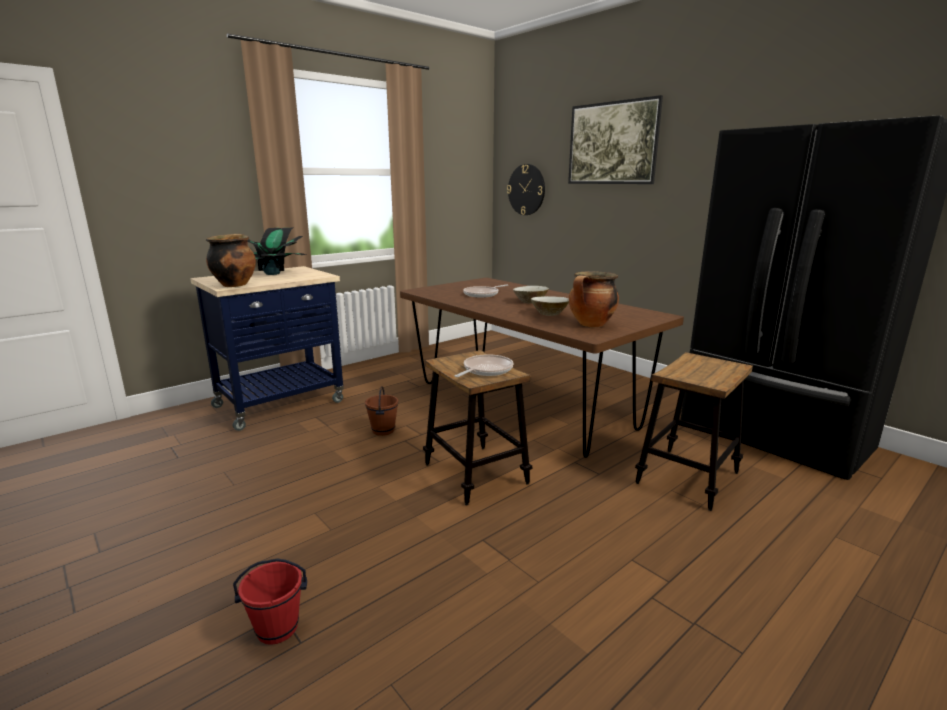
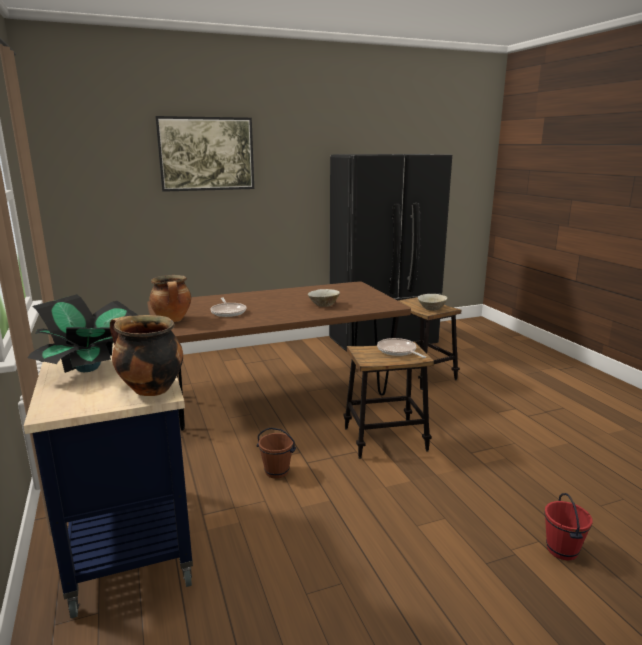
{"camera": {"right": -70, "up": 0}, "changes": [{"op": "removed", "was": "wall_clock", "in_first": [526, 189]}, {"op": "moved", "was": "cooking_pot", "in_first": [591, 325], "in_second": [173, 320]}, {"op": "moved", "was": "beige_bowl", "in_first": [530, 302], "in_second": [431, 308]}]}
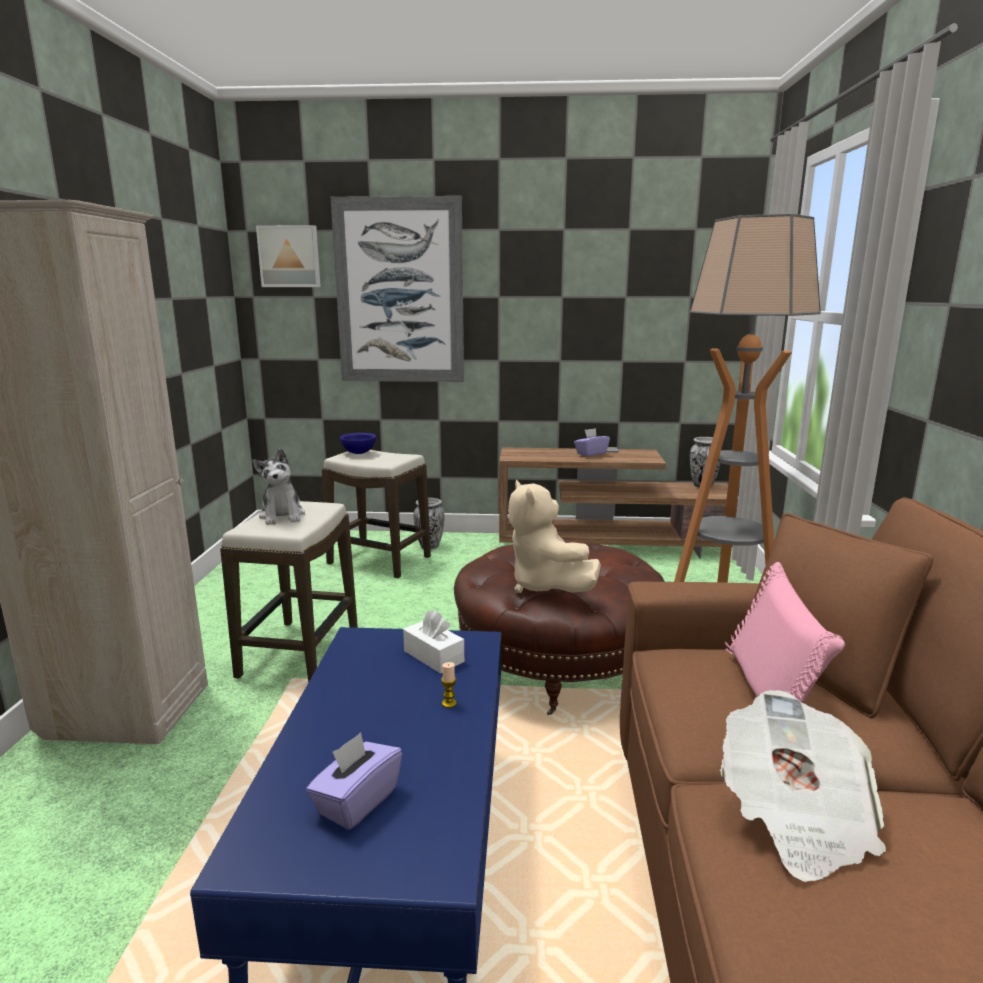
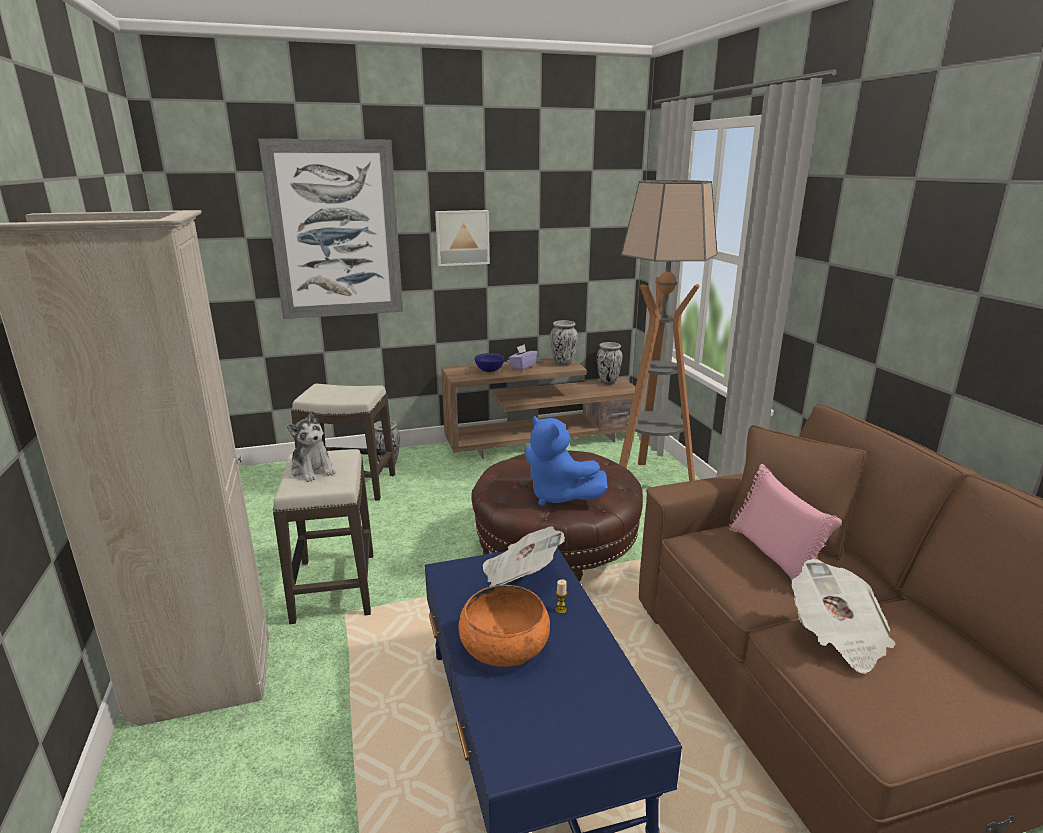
{"camera": {"right": -20, "up": 5}, "changes": [{"op": "moved", "was": "picture", "in_first": [289, 256], "in_second": [462, 237]}, {"op": "moved", "was": "blue_bowl", "in_first": [358, 453], "in_second": [489, 371]}, {"op": "recoloured", "was": "beige_plush_toy", "now": "blue_plush_toy", "in_first": [546, 586], "in_second": [558, 496]}, {"op": "replaced", "was": "white_tissue_box", "now": "newspaper", "in_first": [433, 656], "in_second": [520, 574]}, {"op": "removed", "was": "purple_tissue_box", "in_first": [357, 801]}, {"op": "added", "now": "vase", "in_second": [563, 363]}, {"op": "added", "now": "orange_bowl", "in_second": [504, 644]}]}
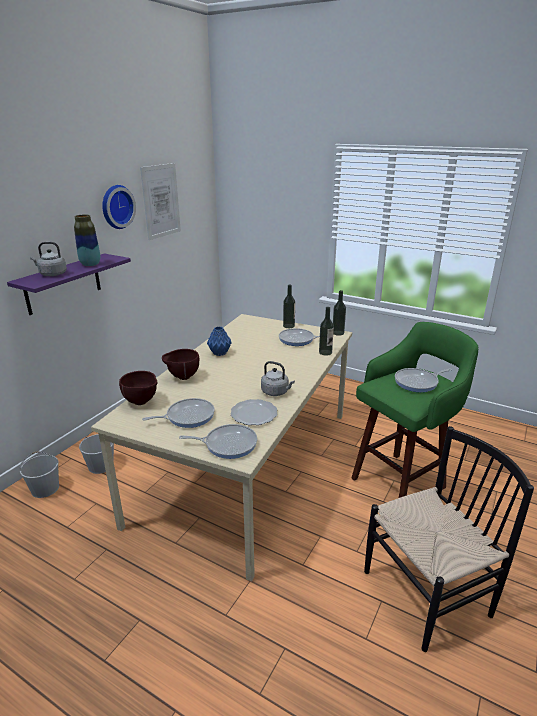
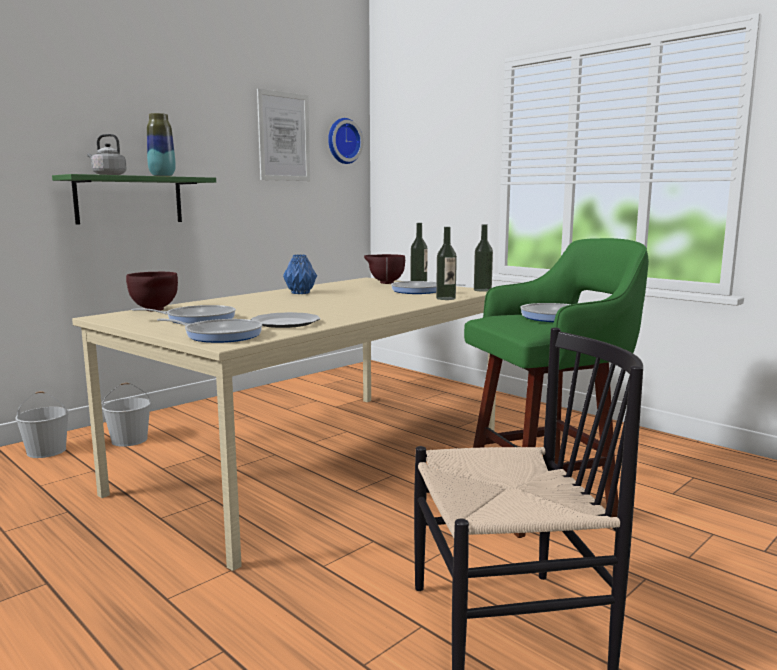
{"camera": {"right": 15, "up": -15}, "changes": [{"op": "moved", "was": "wall_clock", "in_first": [116, 206], "in_second": [343, 141]}, {"op": "recoloured", "was": "purple_shelf", "now": "green_shelf", "in_first": [63, 284], "in_second": [129, 200]}, {"op": "moved", "was": "brown_bowl", "in_first": [182, 377], "in_second": [384, 283]}, {"op": "removed", "was": "grey_kettle", "in_first": [276, 392]}]}
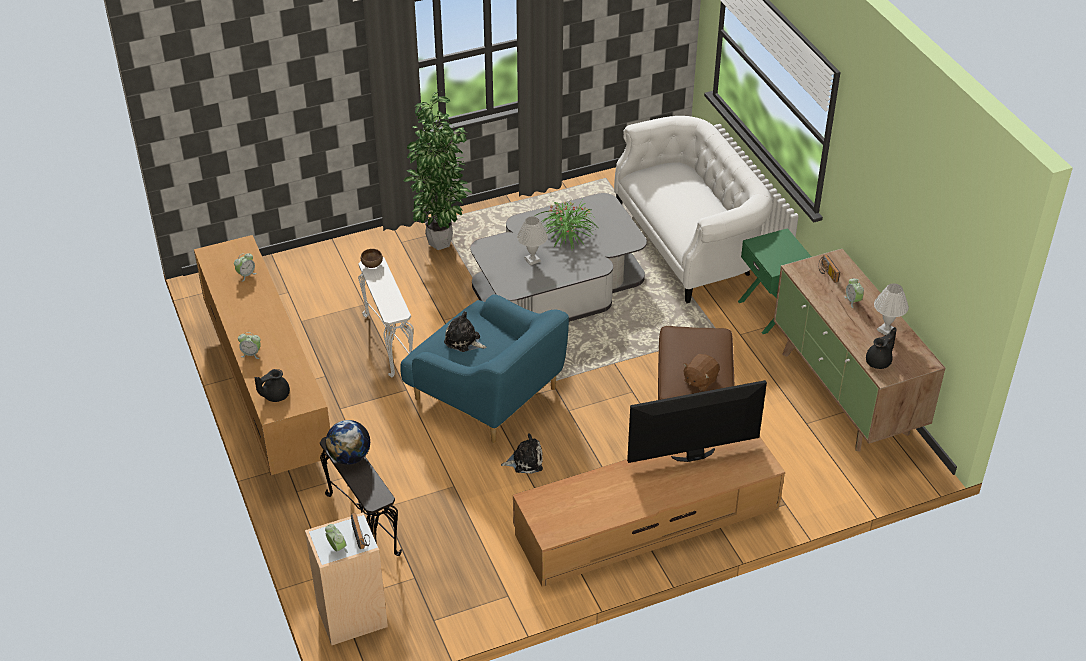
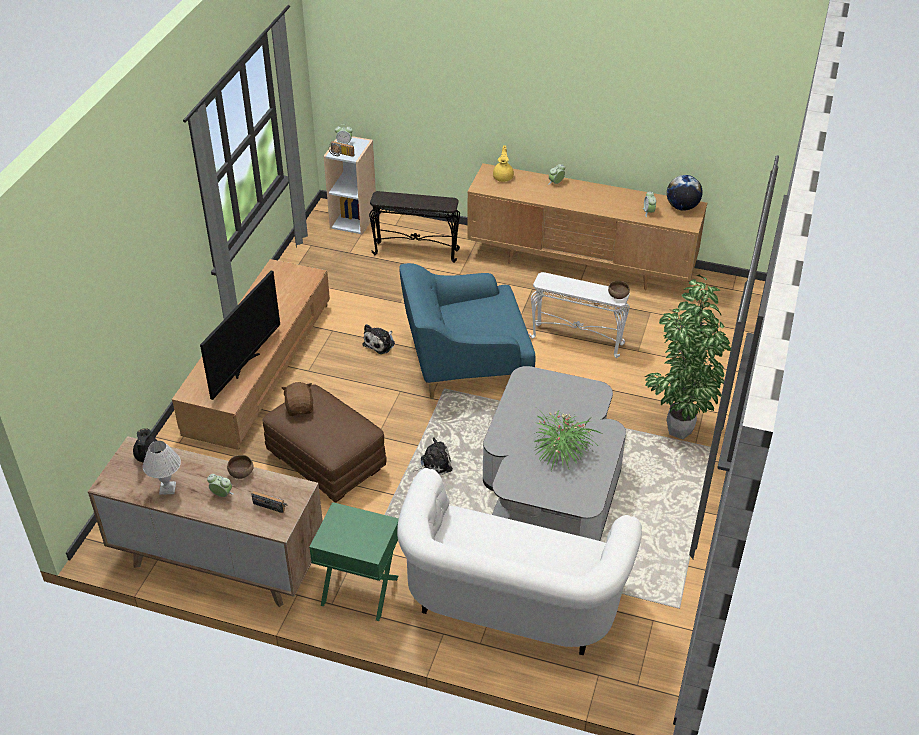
{"camera": {"right": 130, "up": 0}, "changes": [{"op": "removed", "was": "white_table_lamp", "in_first": [532, 259]}, {"op": "moved", "was": "plush_toy", "in_first": [464, 341], "in_second": [434, 464]}, {"op": "recoloured", "was": "black_teapot", "now": "yellow_teapot", "in_first": [275, 395], "in_second": [503, 177]}, {"op": "moved", "was": "globe", "in_first": [350, 457], "in_second": [682, 207]}, {"op": "added", "now": "brown_bowl", "in_second": [242, 473]}]}
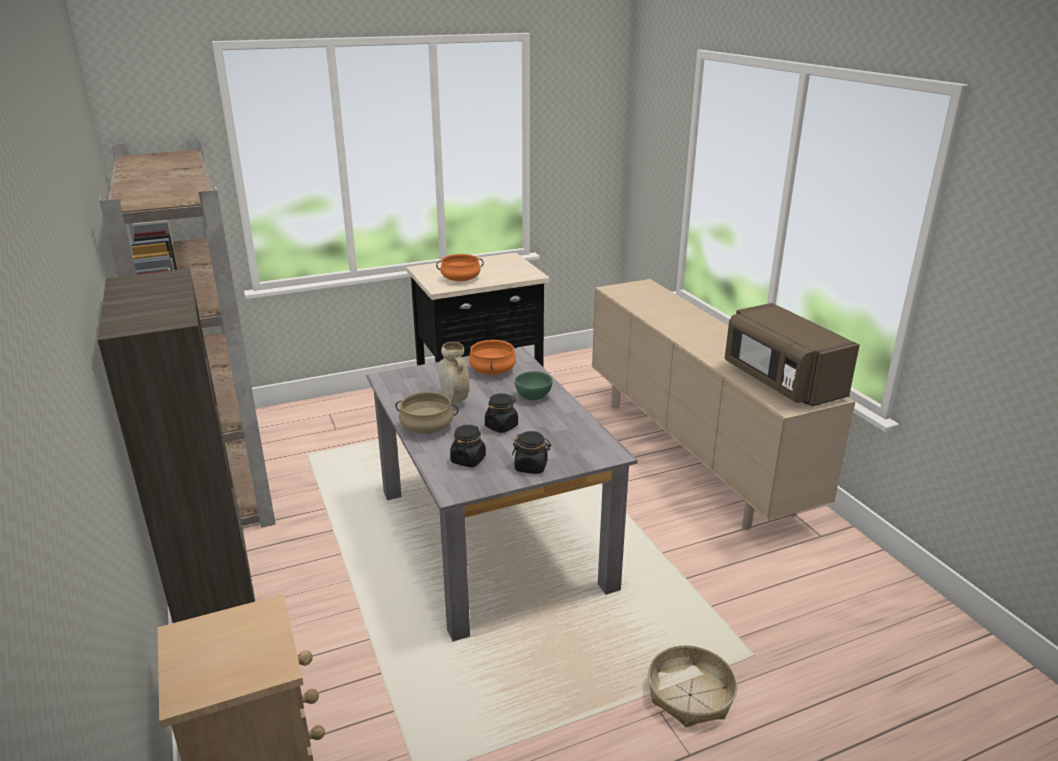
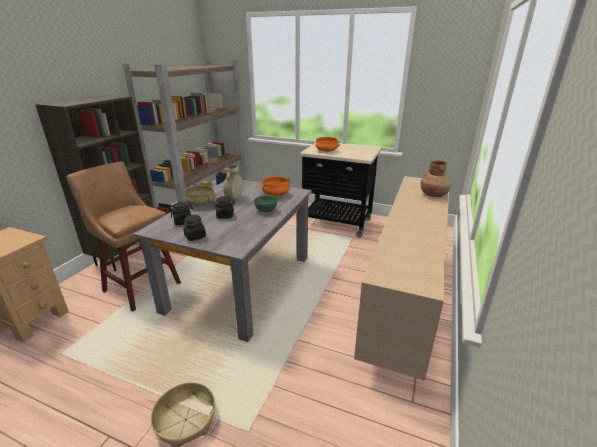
{"camera": {"right": 45, "up": 0}, "changes": [{"op": "removed", "was": "brown_microwave", "in_first": [781, 381]}, {"op": "added", "now": "brown_vase", "in_second": [433, 195]}, {"op": "added", "now": "brown_stool", "in_second": [140, 286]}]}
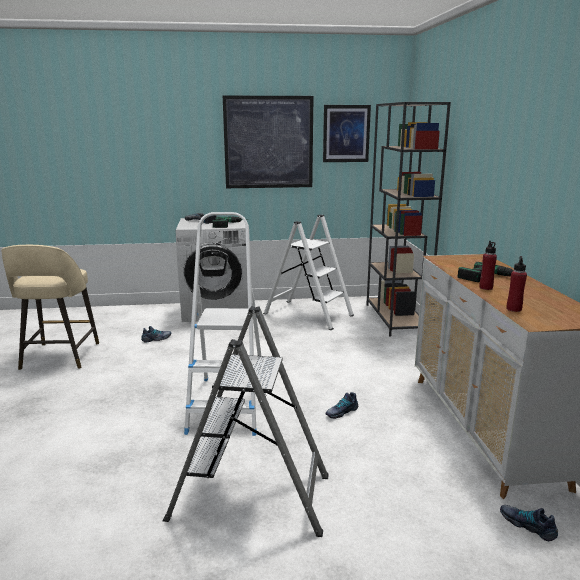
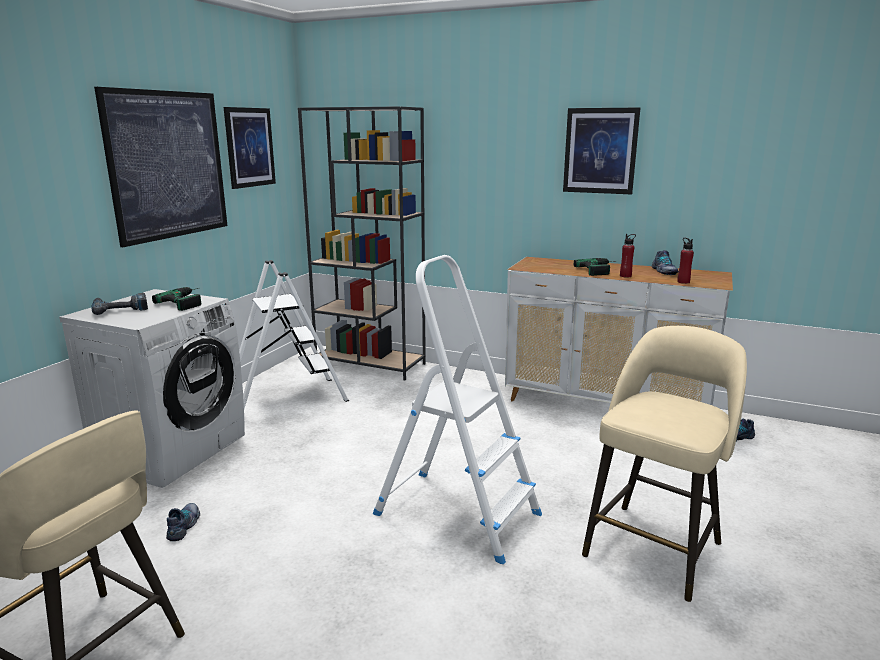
{"camera": {"right": -60, "up": 0}, "changes": [{"op": "replaced", "was": "grey_step_ladder", "now": "beige_stool", "in_first": [252, 496], "in_second": [654, 547]}, {"op": "moved", "was": "shoe", "in_first": [341, 412], "in_second": [664, 271]}, {"op": "added", "now": "picture", "in_second": [600, 151]}]}
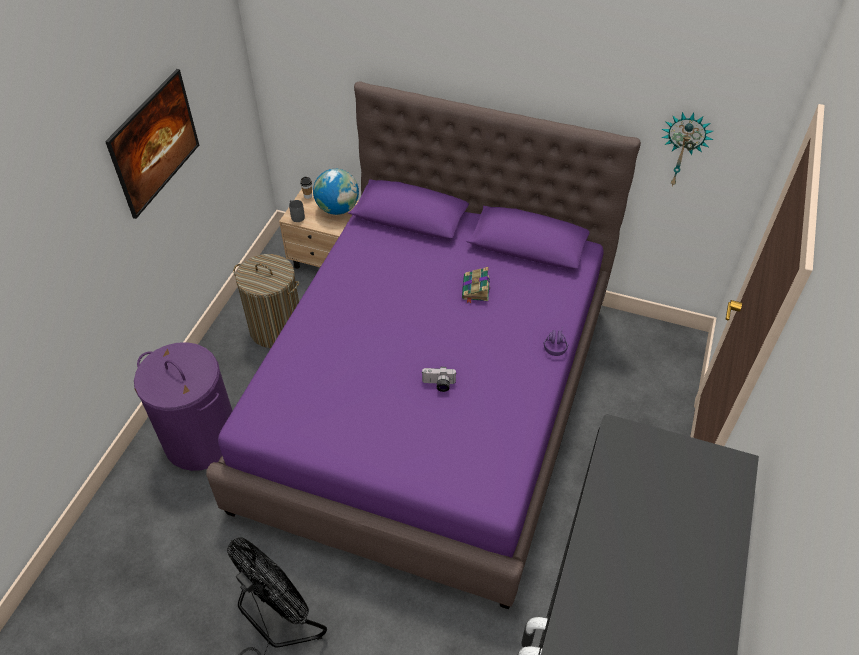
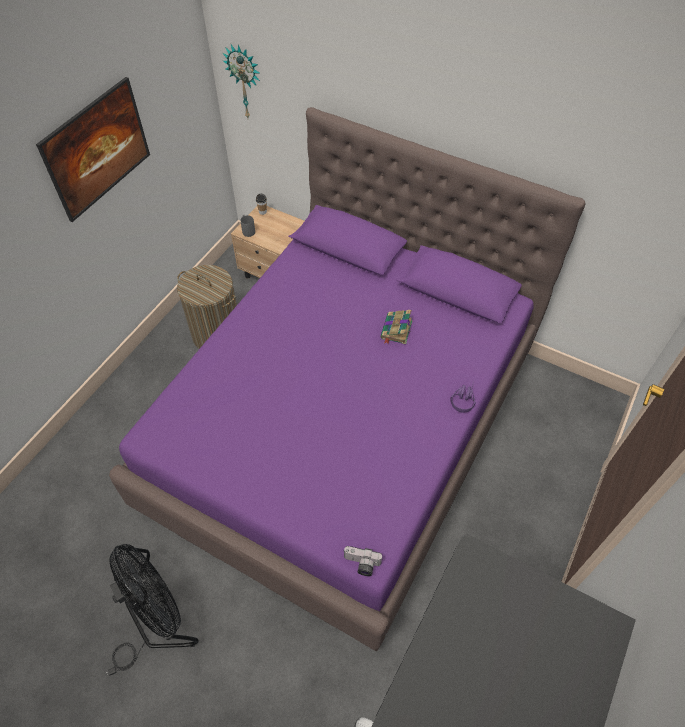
{"camera": {"right": 10, "up": 5}, "changes": [{"op": "moved", "was": "wall_clock", "in_first": [683, 148], "in_second": [245, 82]}, {"op": "removed", "was": "globe", "in_first": [338, 209]}, {"op": "removed", "was": "purple_laundry_basket", "in_first": [201, 439]}, {"op": "moved", "was": "photo_camera", "in_first": [438, 385], "in_second": [361, 565]}]}
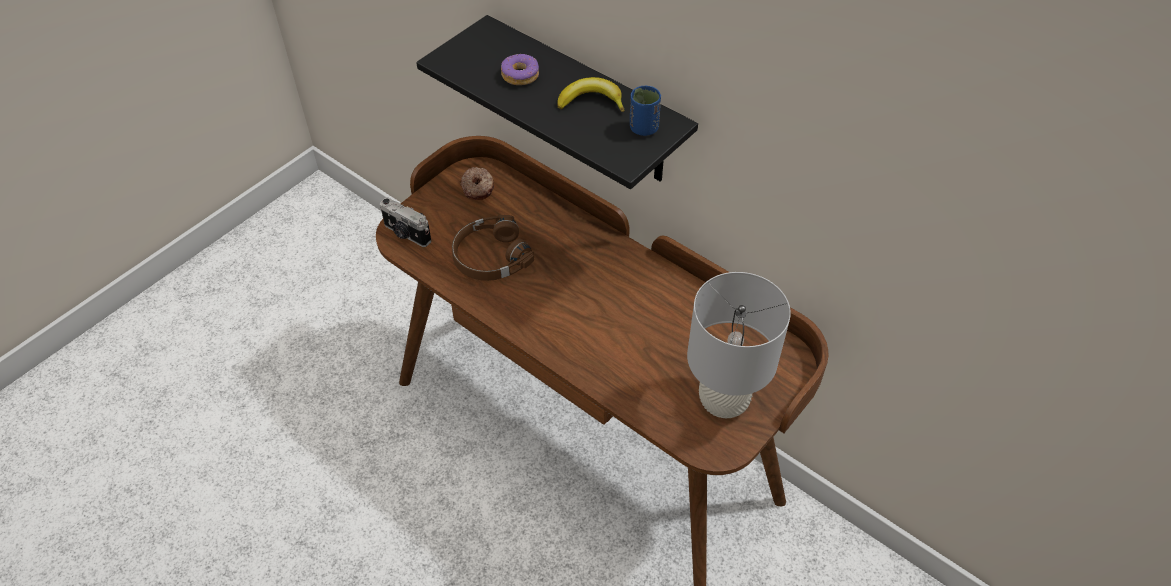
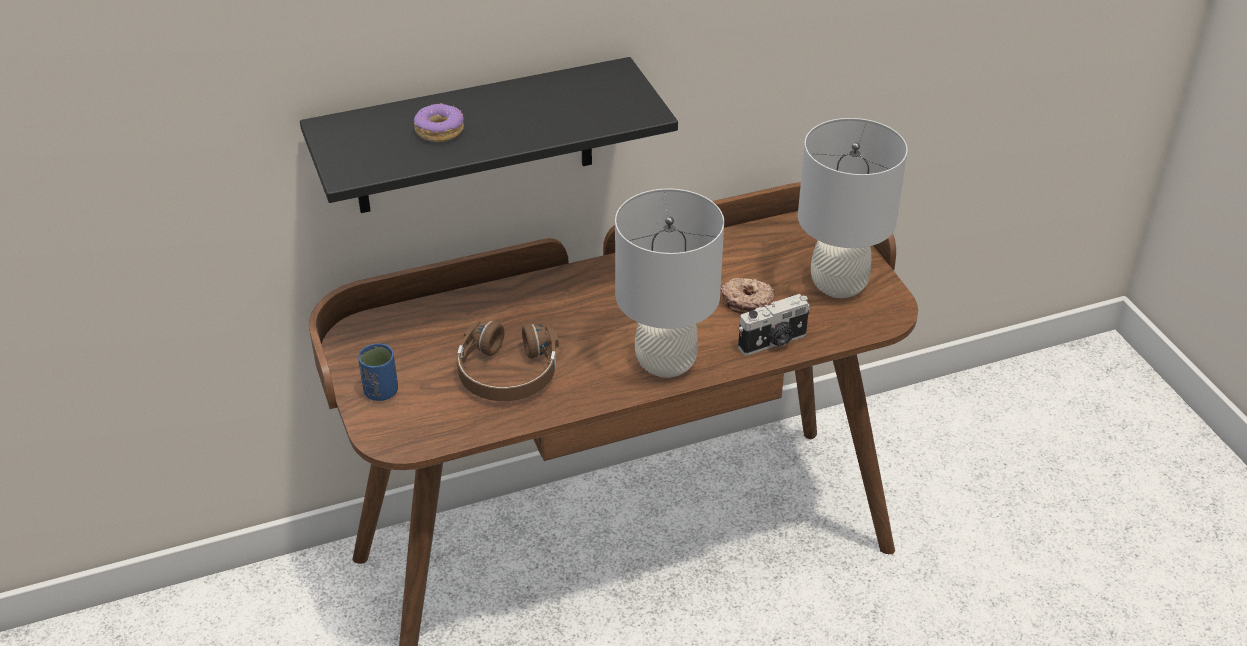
{"camera": {"right": -60, "up": -10}, "changes": [{"op": "removed", "was": "banana", "in_first": [591, 101]}, {"op": "moved", "was": "blue_cup", "in_first": [643, 128], "in_second": [381, 392]}, {"op": "moved", "was": "donut", "in_first": [478, 188], "in_second": [747, 302]}, {"op": "moved", "was": "photo_camera", "in_first": [406, 234], "in_second": [773, 342]}, {"op": "added", "now": "grey_table_lamp", "in_second": [667, 362]}]}
